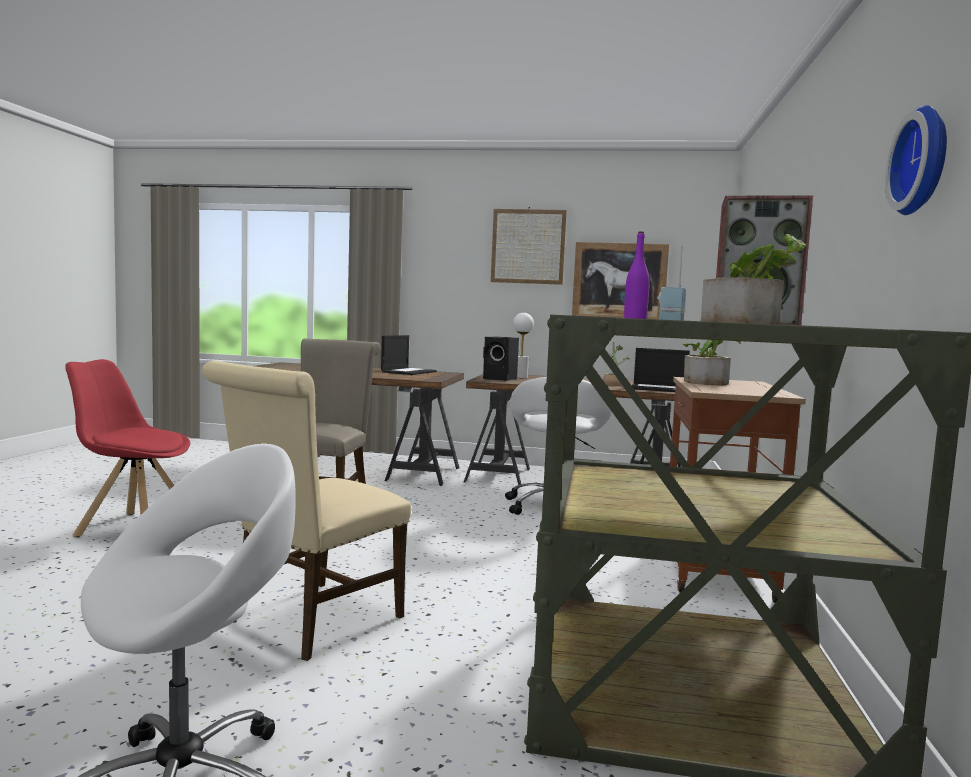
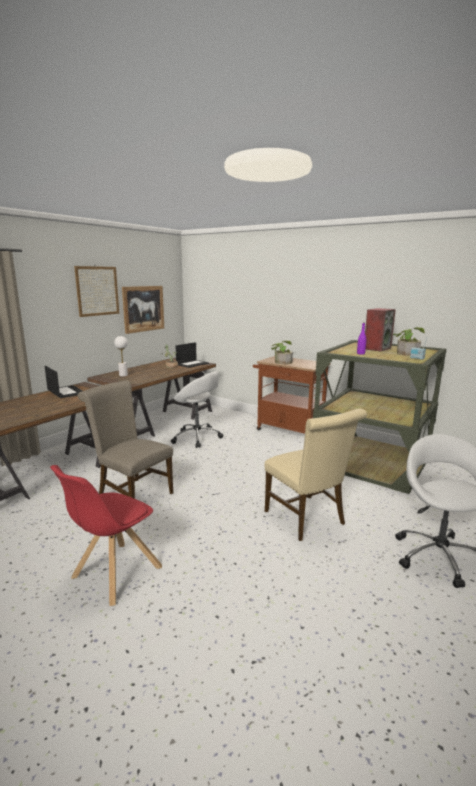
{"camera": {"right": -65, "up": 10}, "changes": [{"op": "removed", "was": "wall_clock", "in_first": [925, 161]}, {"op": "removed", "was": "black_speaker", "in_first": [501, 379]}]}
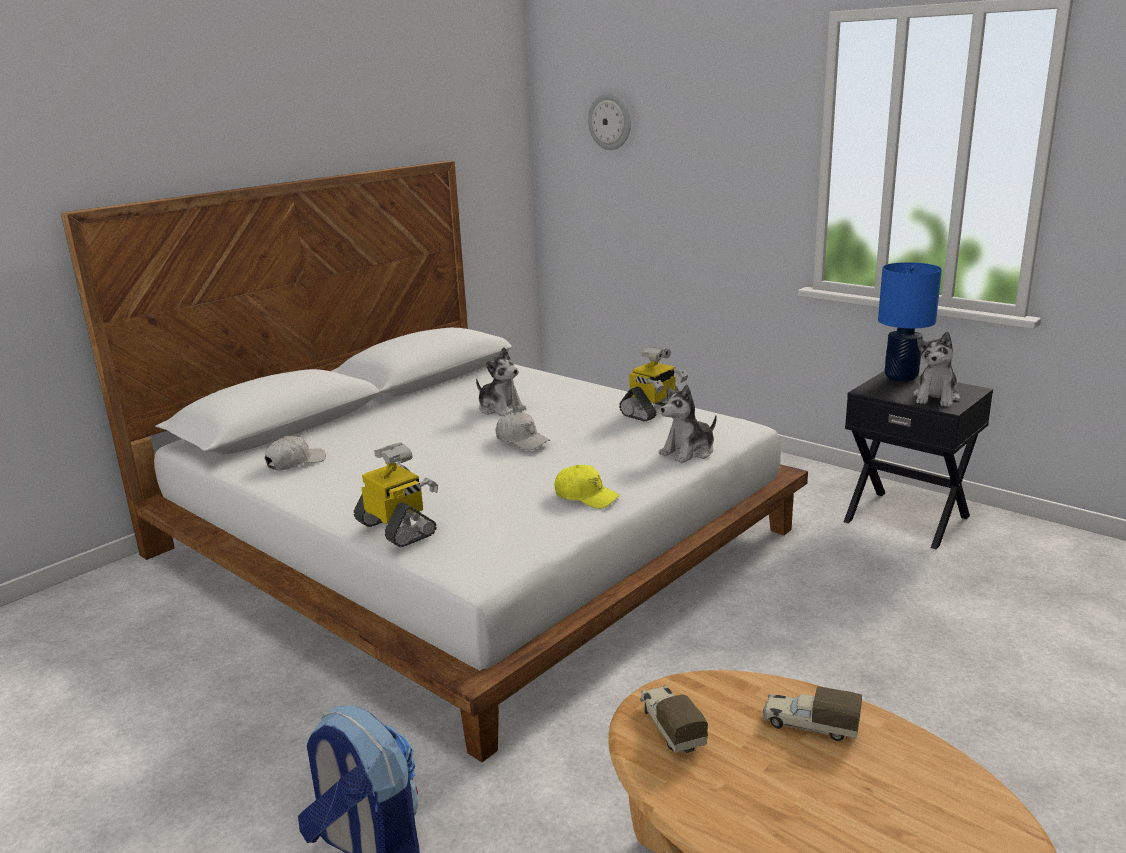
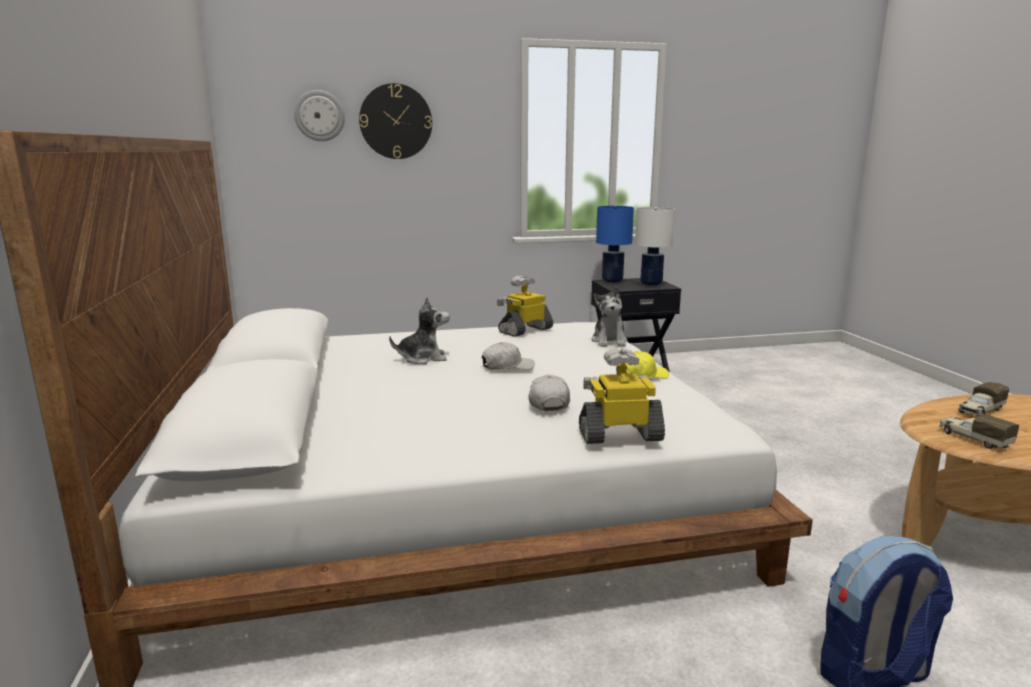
{"camera": {"right": -55, "up": -5}, "changes": [{"op": "replaced", "was": "plush_toy", "now": "white_table_lamp", "in_first": [936, 397], "in_second": [651, 284]}, {"op": "turned", "was": "toy_robot", "in_first": [653, 411], "in_second": [525, 330], "clockwise": -120}, {"op": "moved", "was": "white_cap", "in_first": [295, 462], "in_second": [548, 402]}, {"op": "turned", "was": "toy_truck", "in_first": [671, 727], "in_second": [973, 439], "clockwise": 45}, {"op": "added", "now": "wall_clock", "in_second": [395, 121]}]}
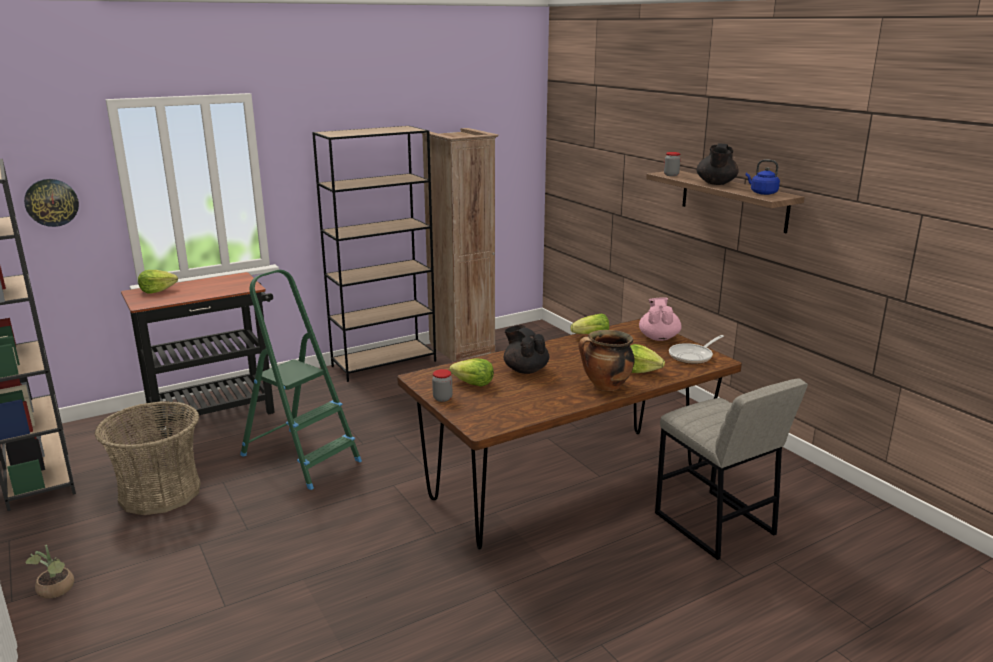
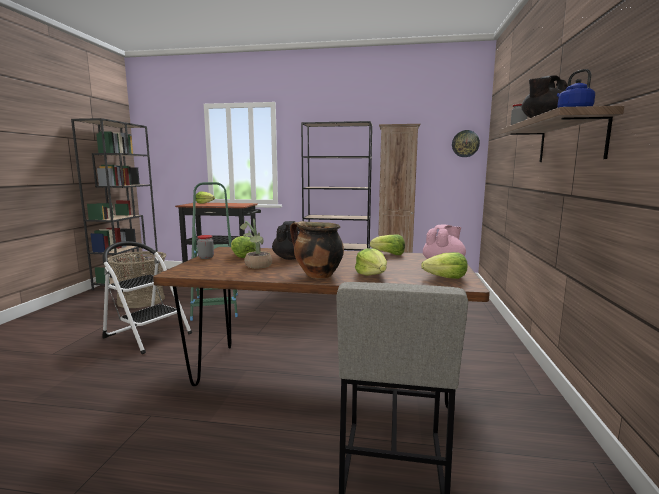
{"camera": {"right": 40, "up": -10}, "changes": [{"op": "moved", "was": "wall_clock", "in_first": [51, 202], "in_second": [465, 143]}, {"op": "replaced", "was": "frying_pan", "now": "lettuce", "in_first": [693, 356], "in_second": [446, 278]}, {"op": "moved", "was": "potted_plant", "in_first": [56, 591], "in_second": [257, 266]}, {"op": "added", "now": "step_ladder", "in_second": [146, 335]}]}
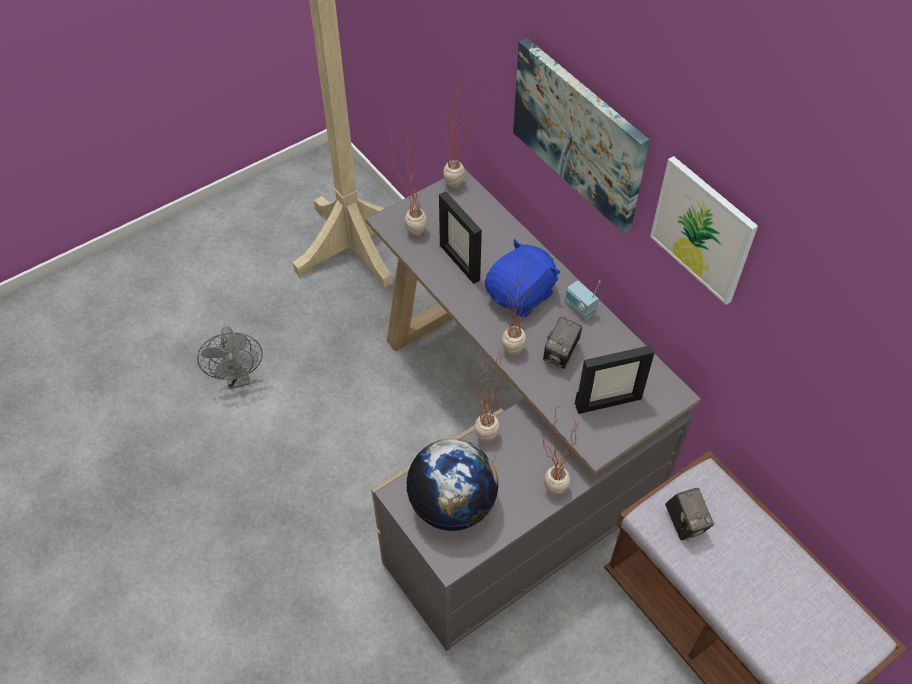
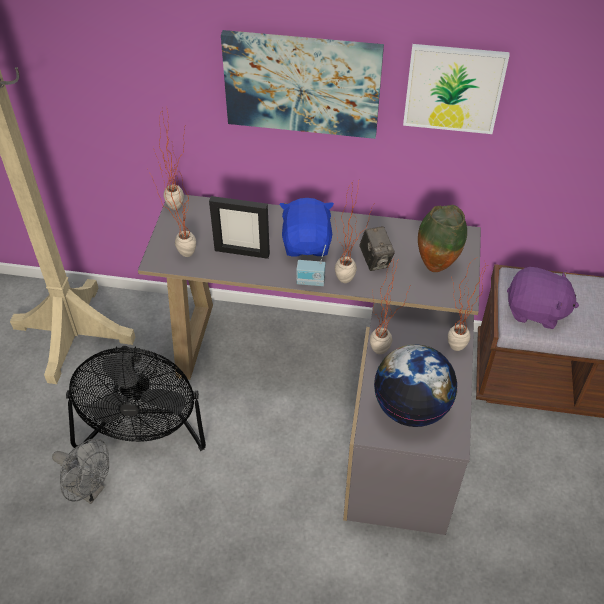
{"camera": {"right": -45, "up": -5}, "changes": [{"op": "moved", "was": "radio", "in_first": [579, 309], "in_second": [310, 282]}, {"op": "replaced", "was": "picture_frame", "now": "vase", "in_first": [608, 401], "in_second": [436, 266]}, {"op": "replaced", "was": "photo_camera", "now": "purple_plush_toy", "in_first": [685, 523], "in_second": [536, 311]}, {"op": "added", "now": "black_fan", "in_second": [141, 427]}]}
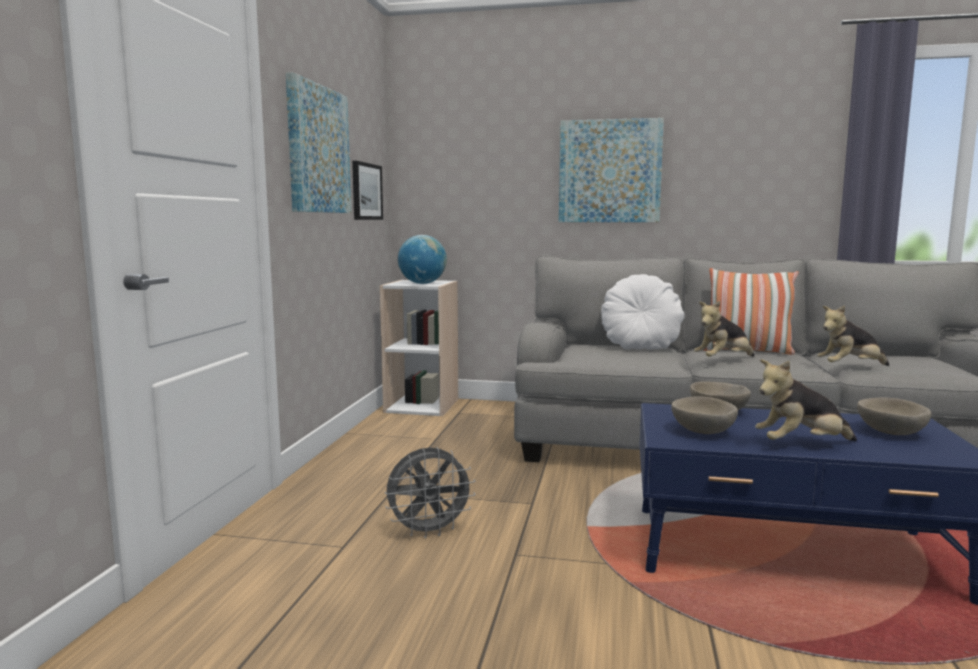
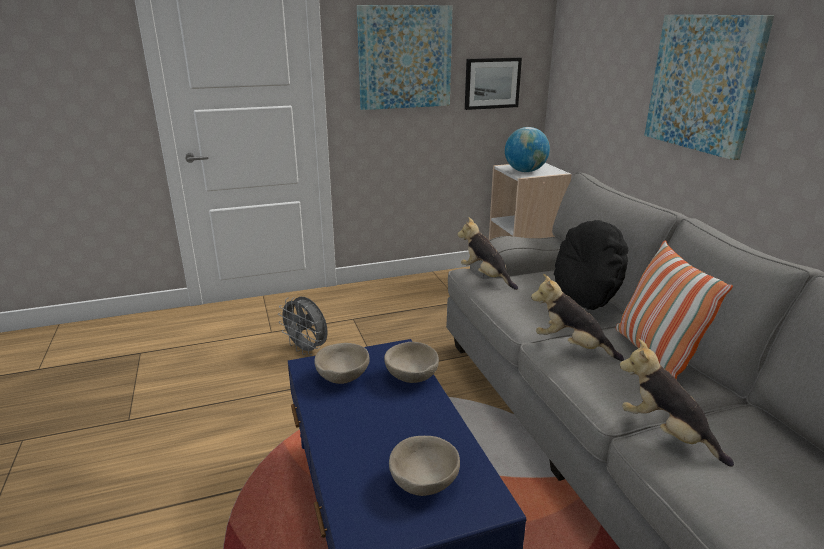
{"camera": {"right": 60, "up": 15}, "changes": [{"op": "recoloured", "was": "white_pillow", "now": "black_pillow", "in_first": [640, 348], "in_second": [584, 299]}, {"op": "moved", "was": "plush_toy", "in_first": [801, 445], "in_second": [485, 277]}]}
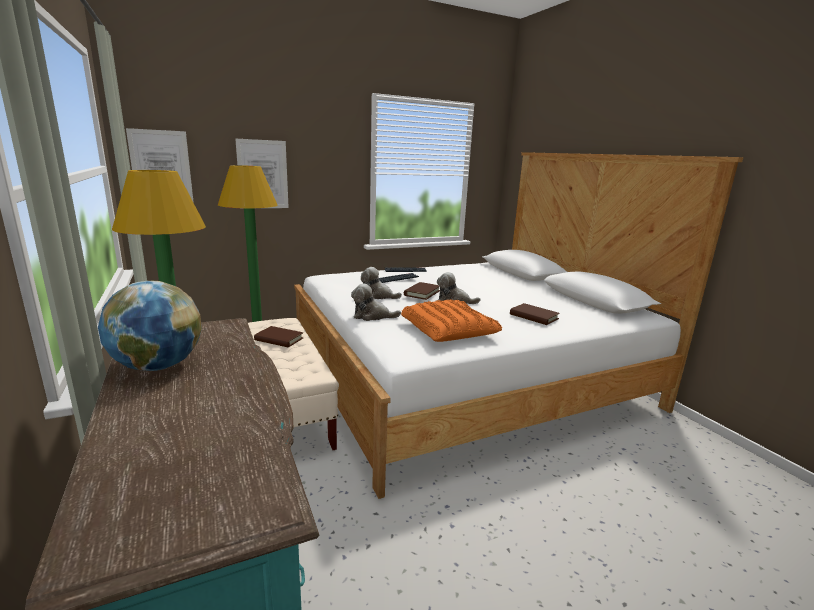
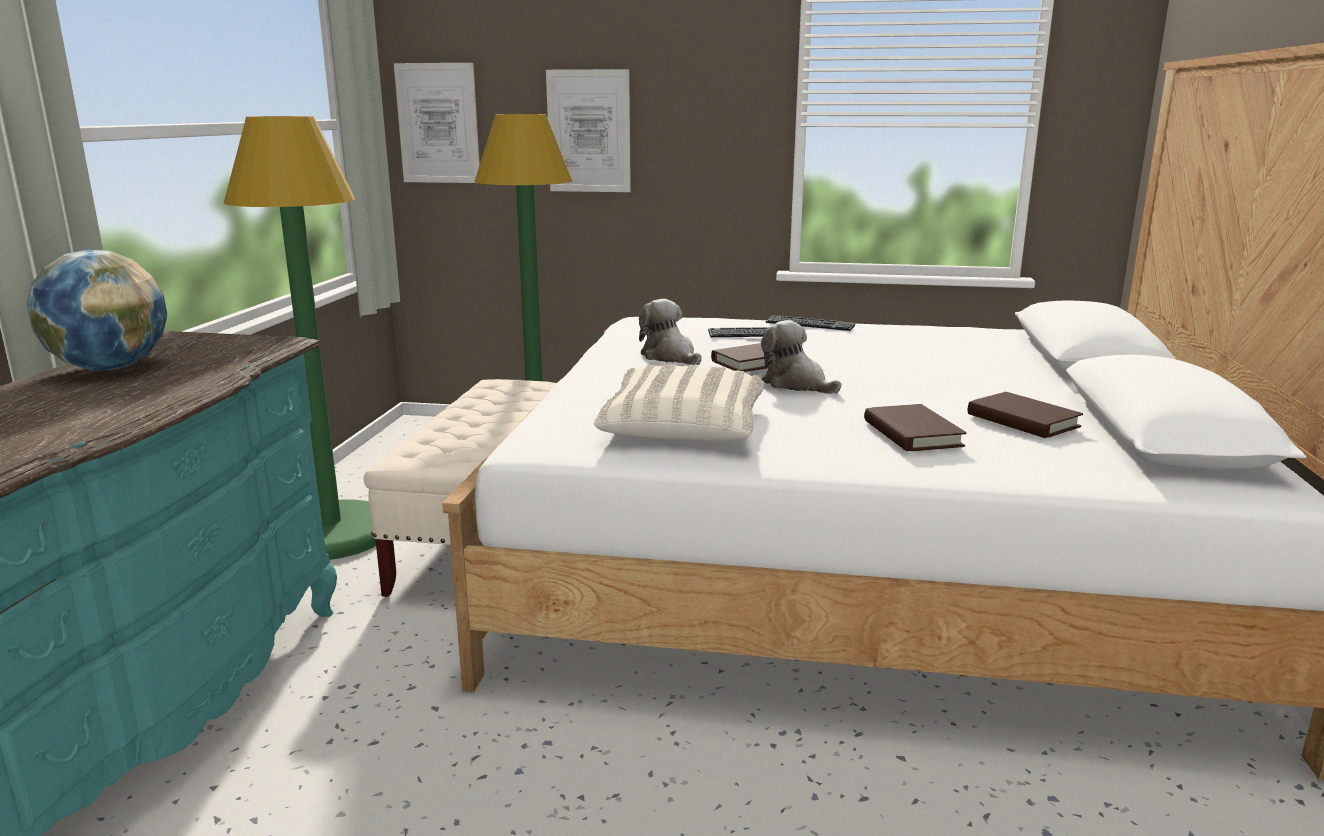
{"camera": {"right": 35, "up": 0}, "changes": [{"op": "removed", "was": "plush_toy", "in_first": [372, 316]}, {"op": "recoloured", "was": "orange_pillow", "now": "beige_pillow", "in_first": [449, 331], "in_second": [683, 425]}, {"op": "moved", "was": "brown_book", "in_first": [279, 339], "in_second": [1022, 421]}]}
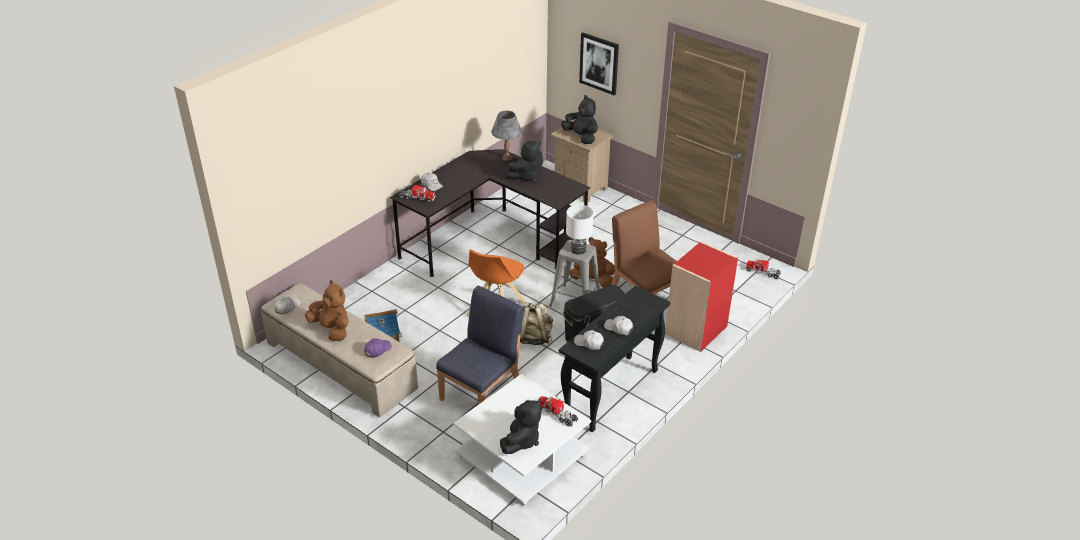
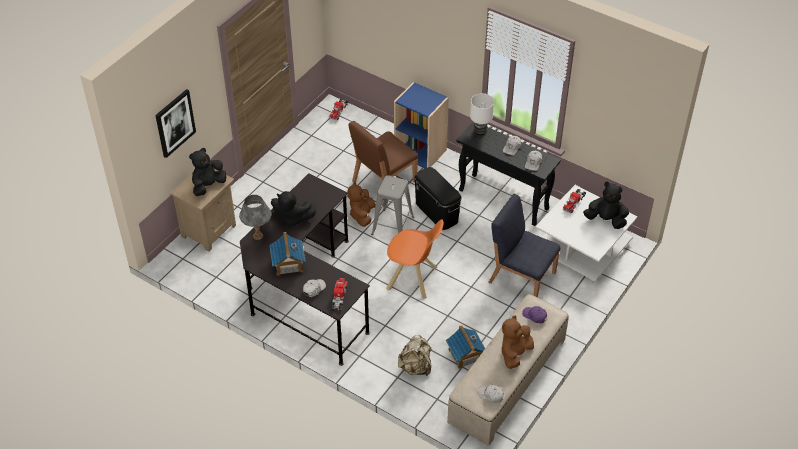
{"camera": {"right": -95, "up": 10}, "changes": [{"op": "turned", "was": "black_plush_toy", "in_first": [526, 176], "in_second": [292, 218], "clockwise": 150}, {"op": "moved", "was": "white_table_lamp", "in_first": [578, 250], "in_second": [480, 130]}, {"op": "recoloured", "was": "red_bookcase", "now": "blue_bookcase", "in_first": [696, 330], "in_second": [421, 152]}, {"op": "moved", "was": "beige_backpack", "in_first": [534, 337], "in_second": [415, 367]}, {"op": "added", "now": "toy_house", "in_second": [288, 264]}]}
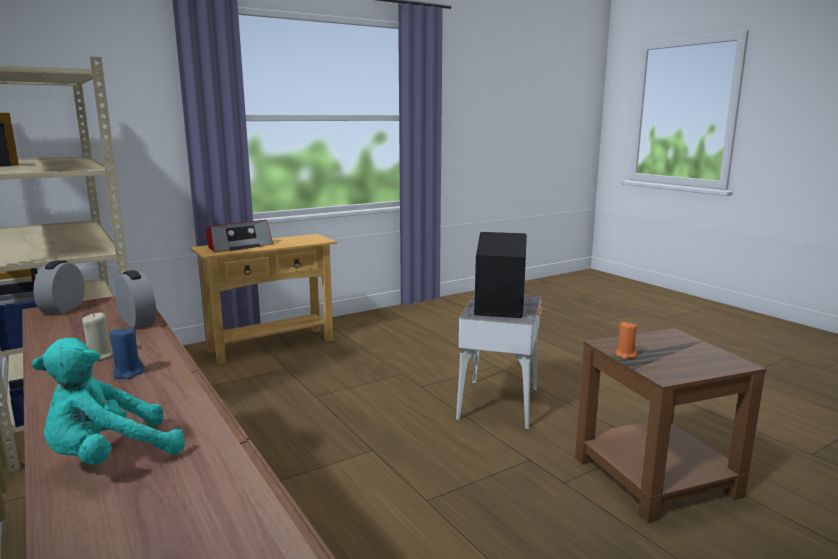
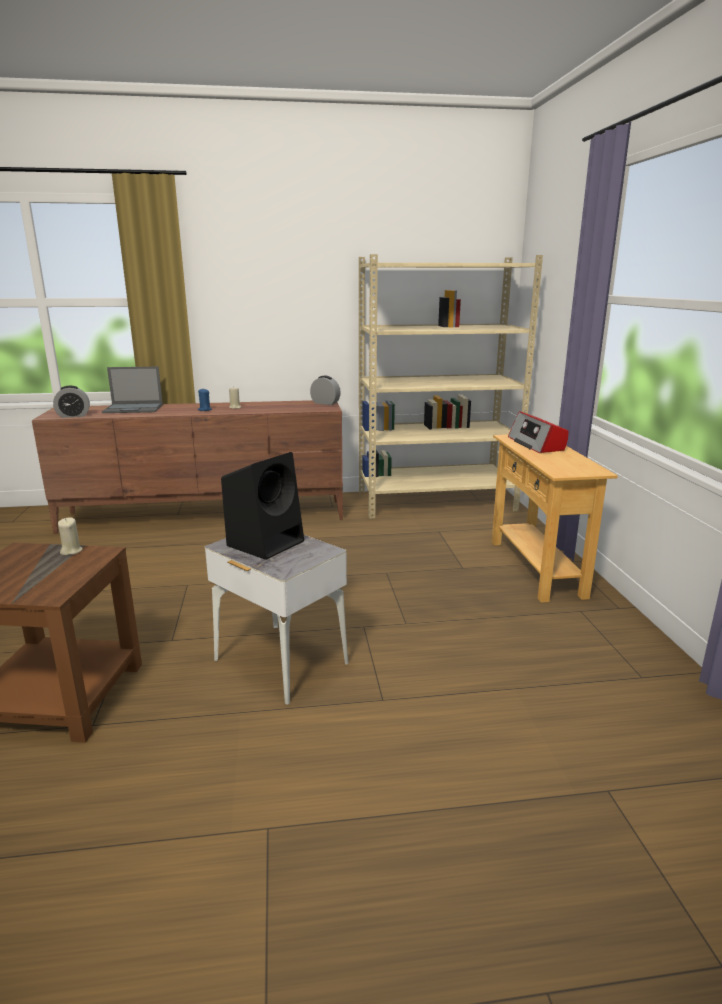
{"camera": {"right": 115, "up": 5}, "changes": [{"op": "moved", "was": "alarm_clock", "in_first": [137, 321], "in_second": [73, 416]}, {"op": "recoloured", "was": "orange_candle", "now": "beige_candle", "in_first": [625, 355], "in_second": [71, 551]}, {"op": "replaced", "was": "turquoise_plush_toy", "now": "laptop", "in_first": [110, 458], "in_second": [134, 408]}]}
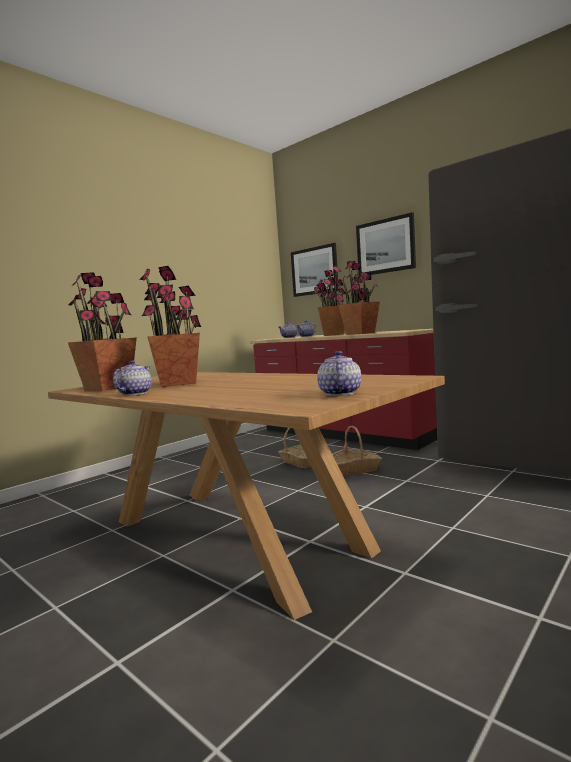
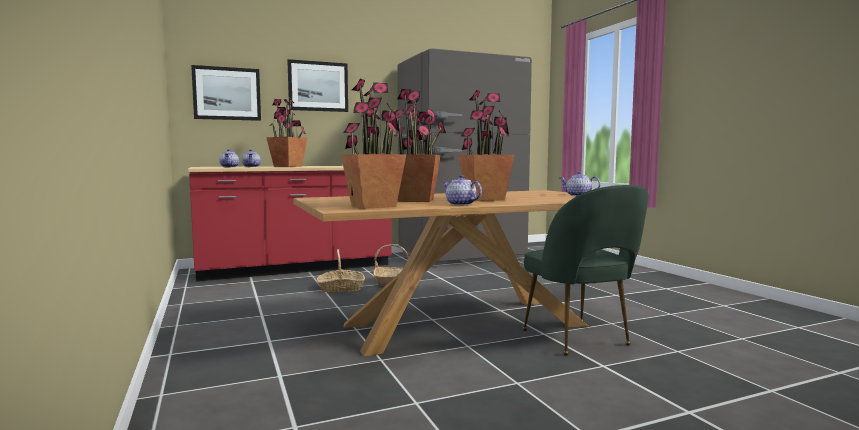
{"camera": {"right": -65, "up": 0}, "changes": [{"op": "moved", "was": "potted_plant", "in_first": [361, 333], "in_second": [485, 199]}, {"op": "added", "now": "green_chair", "in_second": [579, 341]}]}
